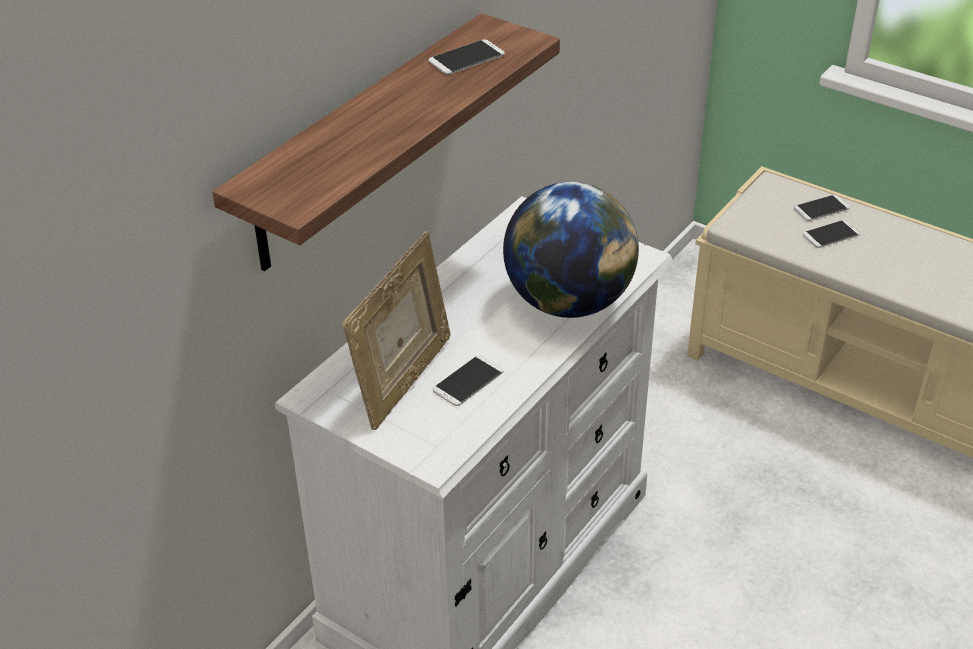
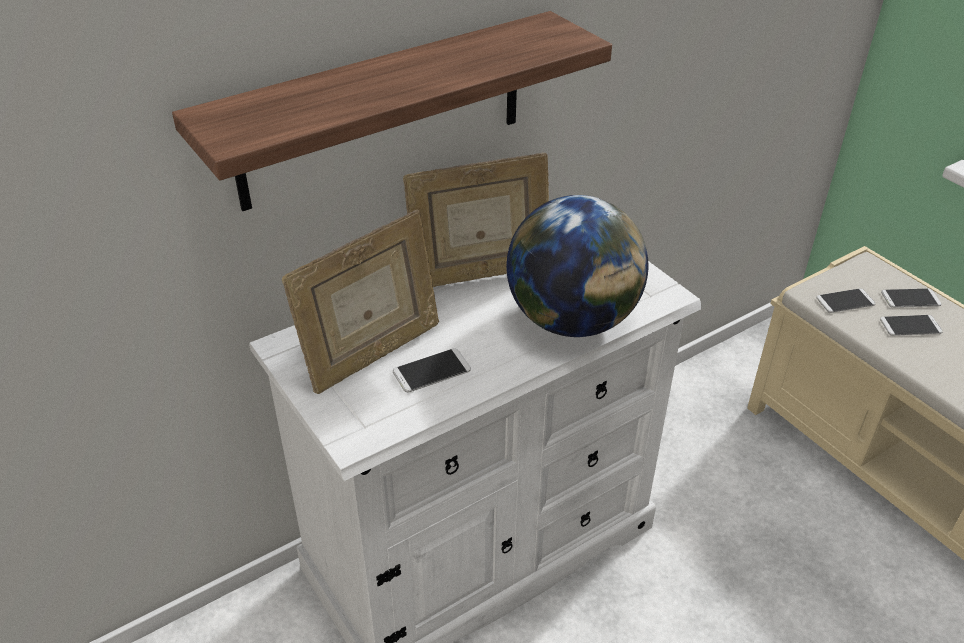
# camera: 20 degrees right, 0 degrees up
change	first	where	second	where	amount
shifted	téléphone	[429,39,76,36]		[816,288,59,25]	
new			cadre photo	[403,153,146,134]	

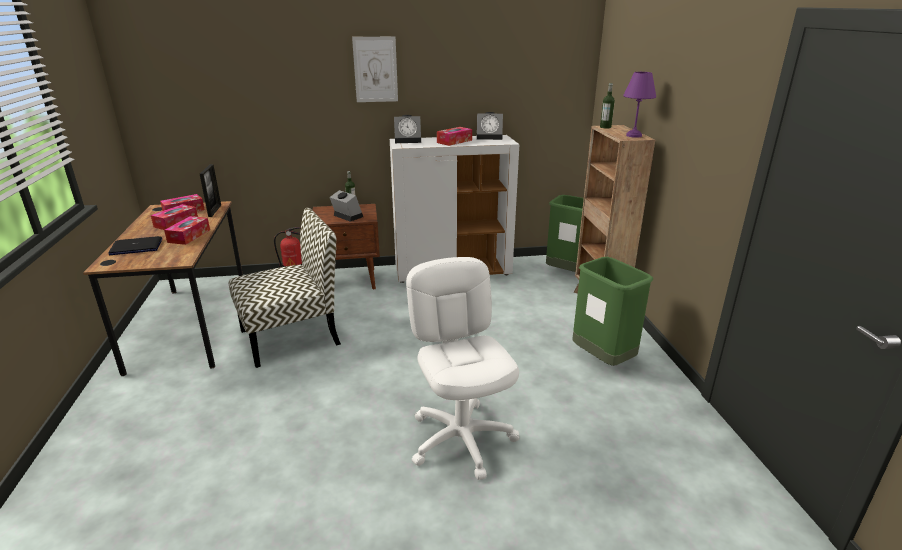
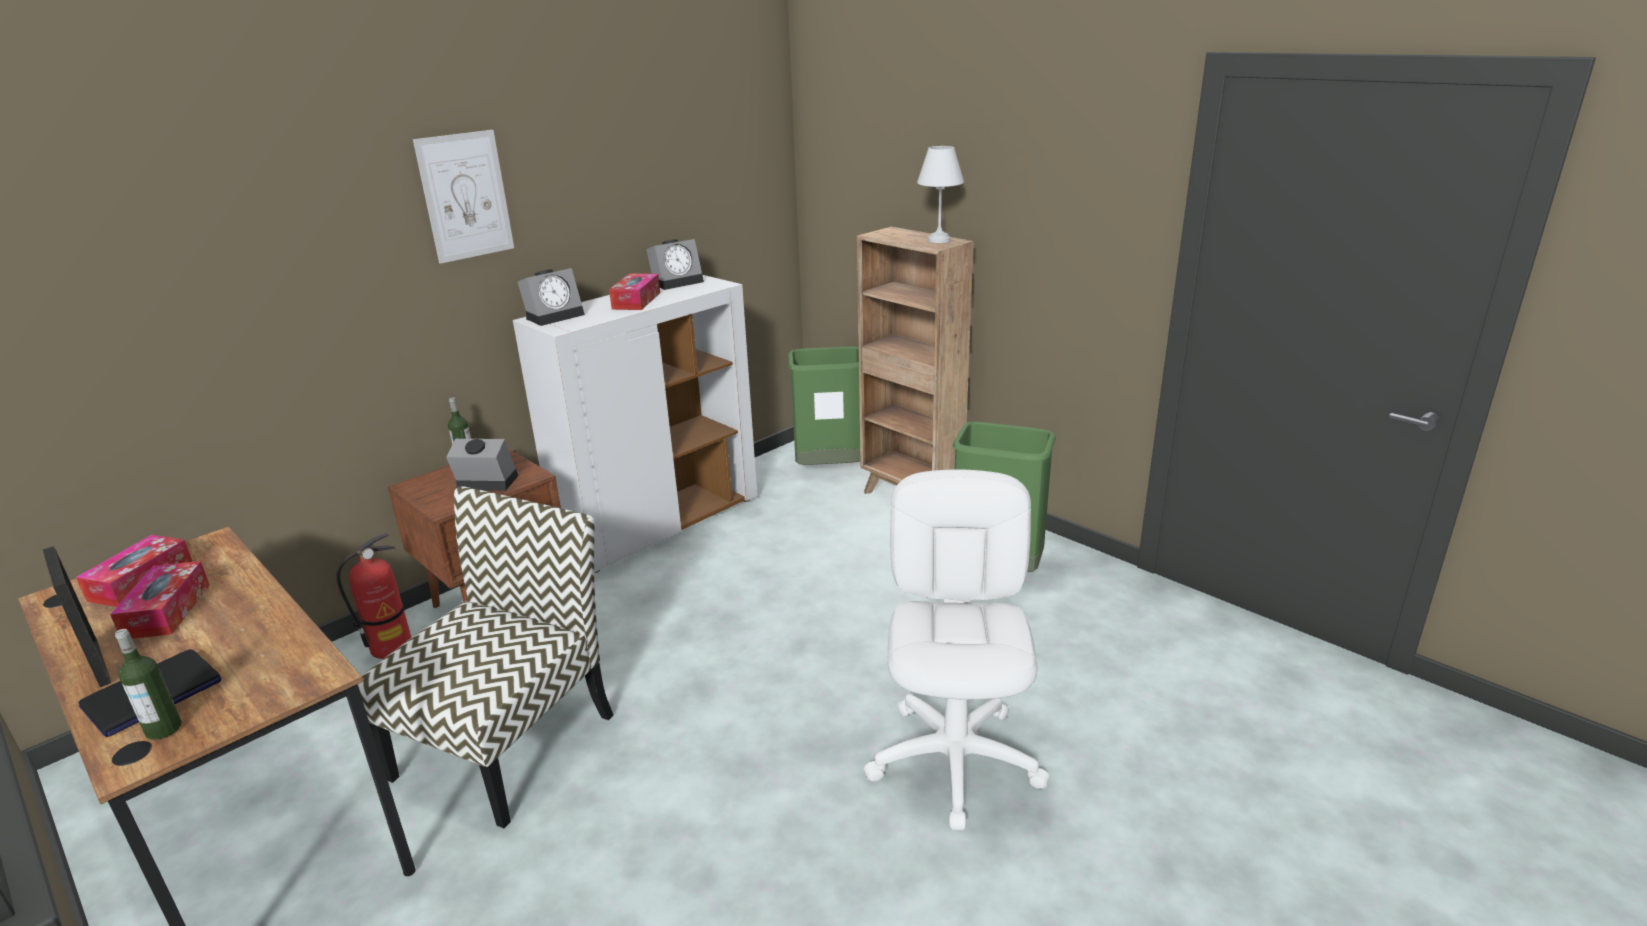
# camera: 35 degrees left, 0 degrees up
change	first	where	second	where	amount
gone	boîte à mouchoirs	[164,216,46,29]			
shifted	cadre photo	[200,164,21,53]		[43,546,68,141]	
rotated	chaise de bureau/blanc	[406,257,114,223]		[864,469,186,361]	60 degrees clockwise
shifted	bouteille	[600,83,15,46]		[115,629,67,111]	
repainted	lampe de table/violet	[623,72,33,66]	lampe de table/blanc	[917,146,47,97]	

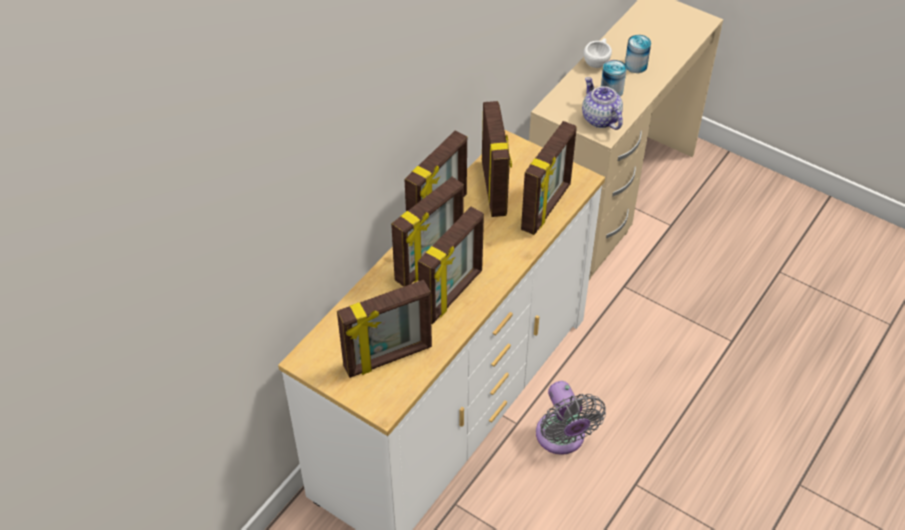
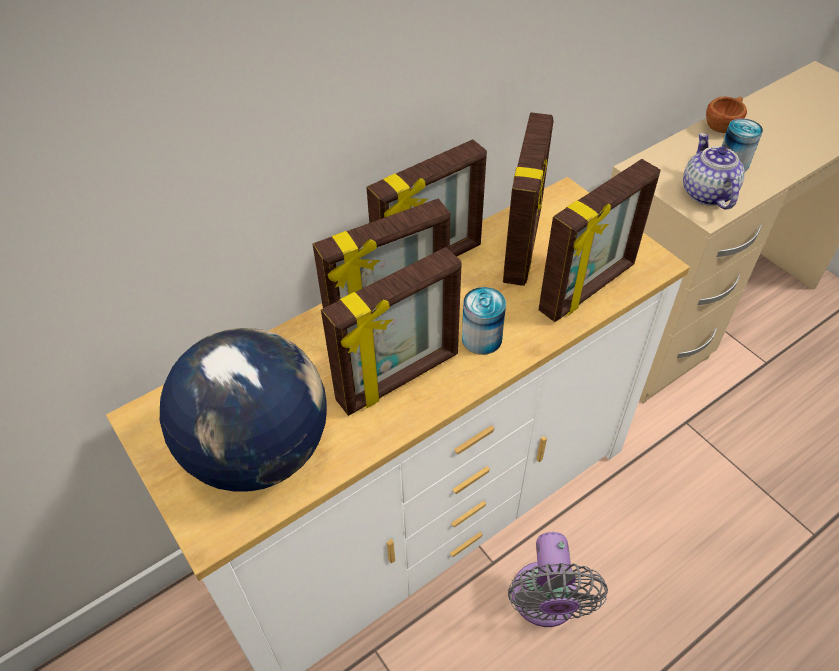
# camera: 20 degrees right, 0 degrees up
change	first	where	second	where	amount
swapped	cadre photo	[337,280,95,98]	globe	[160,328,167,164]	
repainted	tasse/blanc	[584,38,28,30]	tasse/marron	[706,97,41,36]	
shifted	boîte métallique	[625,35,26,38]		[462,287,44,68]	

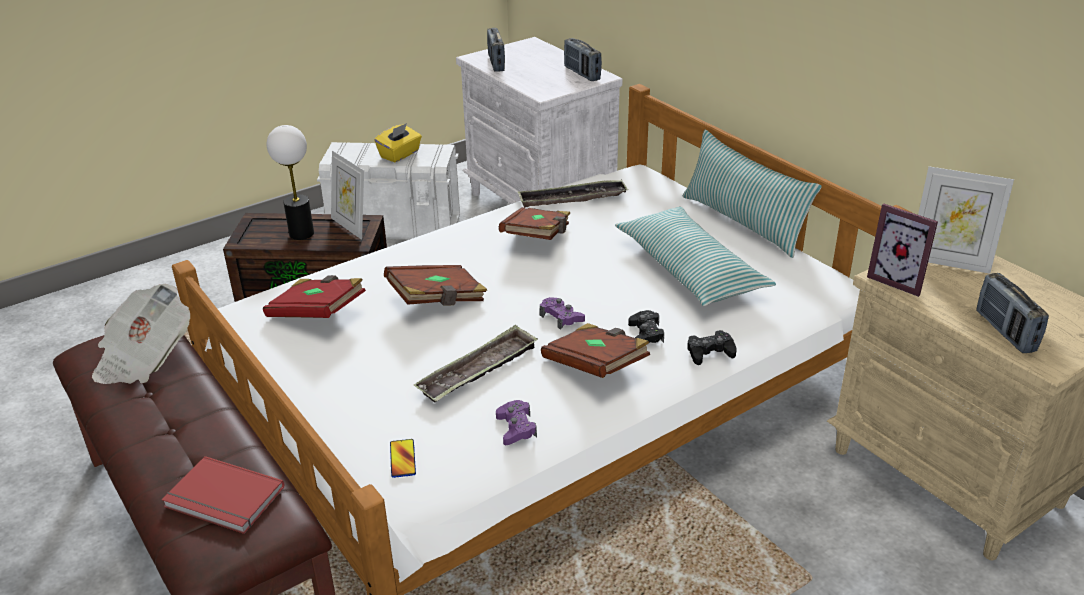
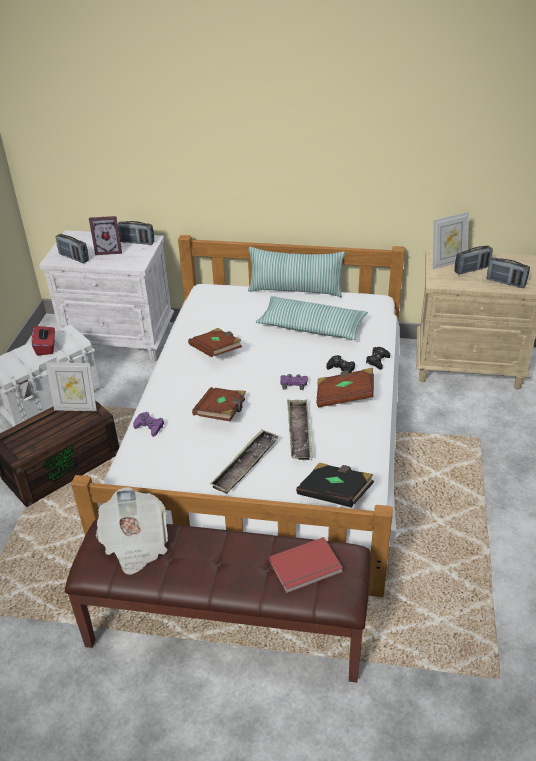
# camera: 45 degrees left, 5 degrees up
change	first	where	second	where	amount
gone	livre/rouge	[263,275,103,43]			
gone	lampe de table	[267,125,47,115]			
repainted	boîte à mouchoirs/jaune	[374,123,48,39]	boîte à mouchoirs/rouge	[32,326,23,30]	
swapped	téléphone	[390,439,26,39]	livre/noir	[296,463,78,45]	
shifted	manette/violet	[496,400,41,45]		[133,412,31,25]	
shifted	plateau	[517,179,111,29]		[210,429,69,65]	
shifted	cadre photo	[867,204,71,93]		[89,216,33,39]	
new			radio	[454,245,39,29]	

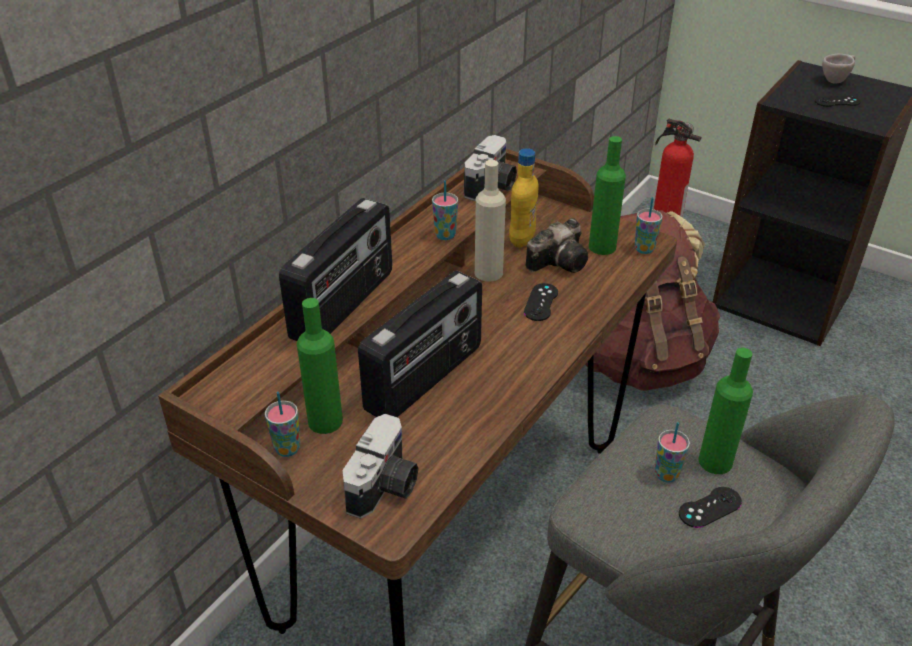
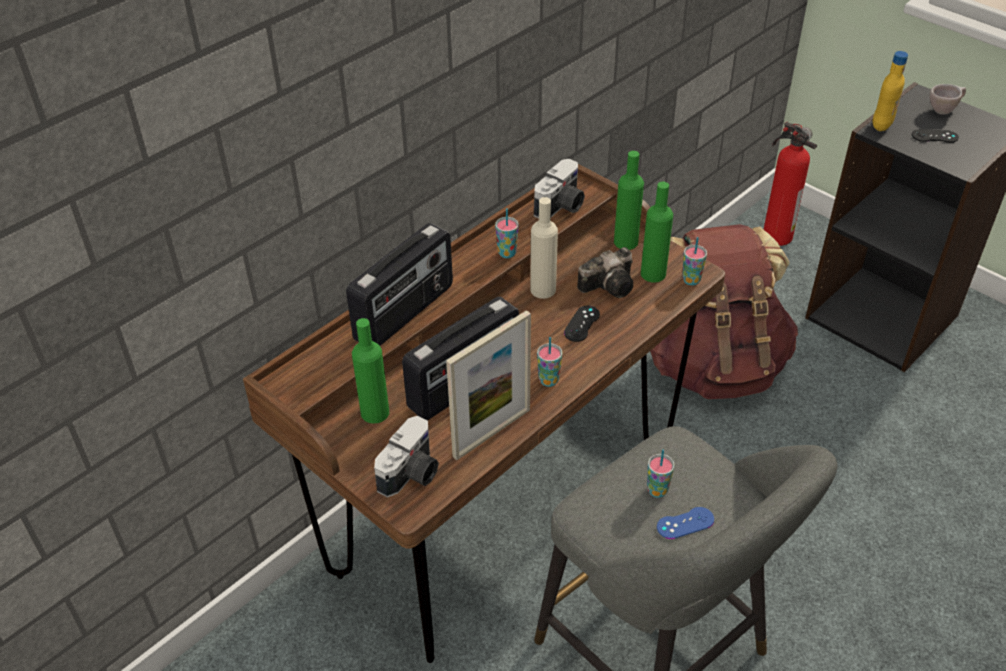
# camera: 10 degrees right, 5 degrees up
change	first	where	second	where	amount
shifted	tasse	[265,392,35,65]		[537,337,25,50]	
shifted	bouteille/jaune	[509,148,29,99]		[873,51,35,80]	
repainted	manette/noir	[679,487,63,41]	manette/bleu	[657,507,57,32]	
shifted	bouteille/vert	[698,348,55,126]		[614,151,30,99]	
new			cadre photo	[446,310,85,150]	

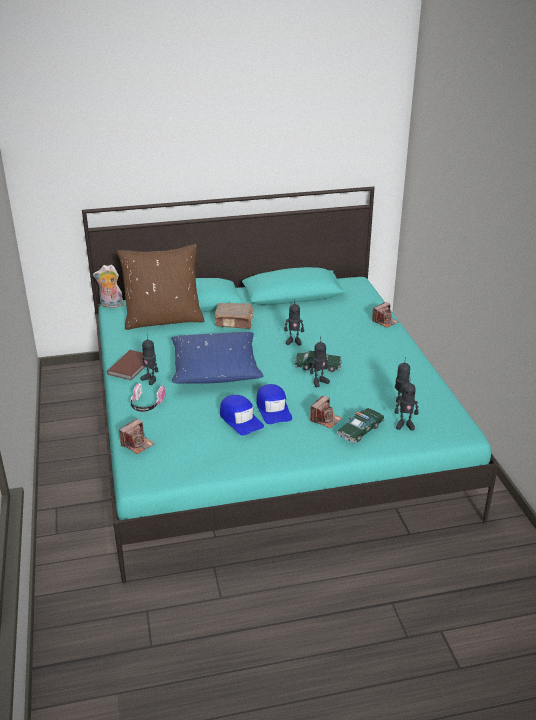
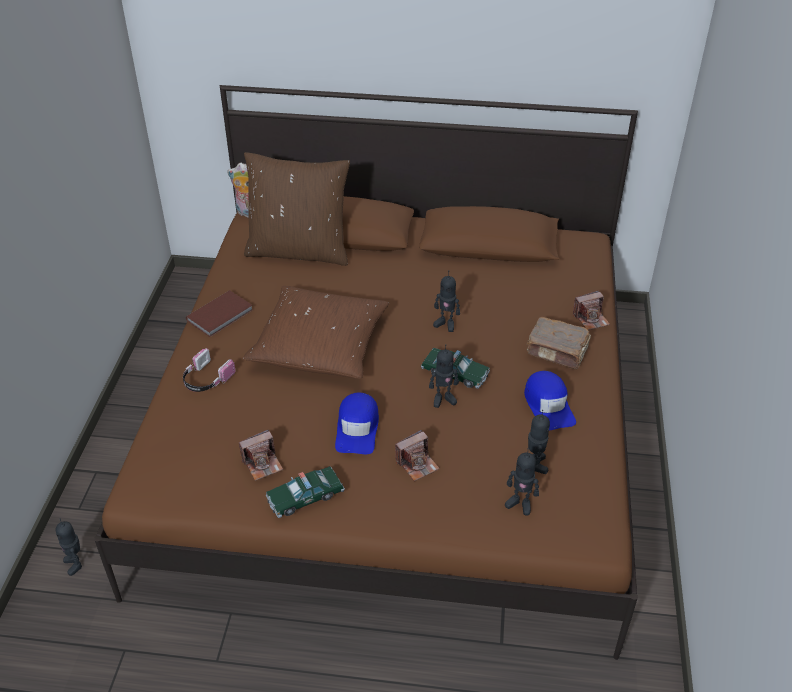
# camera: 20 degrees right, 10 degrees up
change	first	where	second	where	amount
repainted	lit/turquoise	[82,187,416,396]	lit/marron	[94,85,544,575]	
shifted	appareil photo	[119,418,36,36]		[239,430,44,51]	
shifted	robot jouet	[140,338,18,47]		[56,519,26,57]	
repainted	coussin/bleu	[171,332,92,52]	coussin/marron	[243,286,146,93]	
shifted	livre/marron	[214,303,39,26]		[527,317,64,53]	
shifted	casquette/bleu	[220,395,44,41]		[524,371,52,60]	
shifted	petite voiture	[337,408,48,35]		[266,466,79,52]	

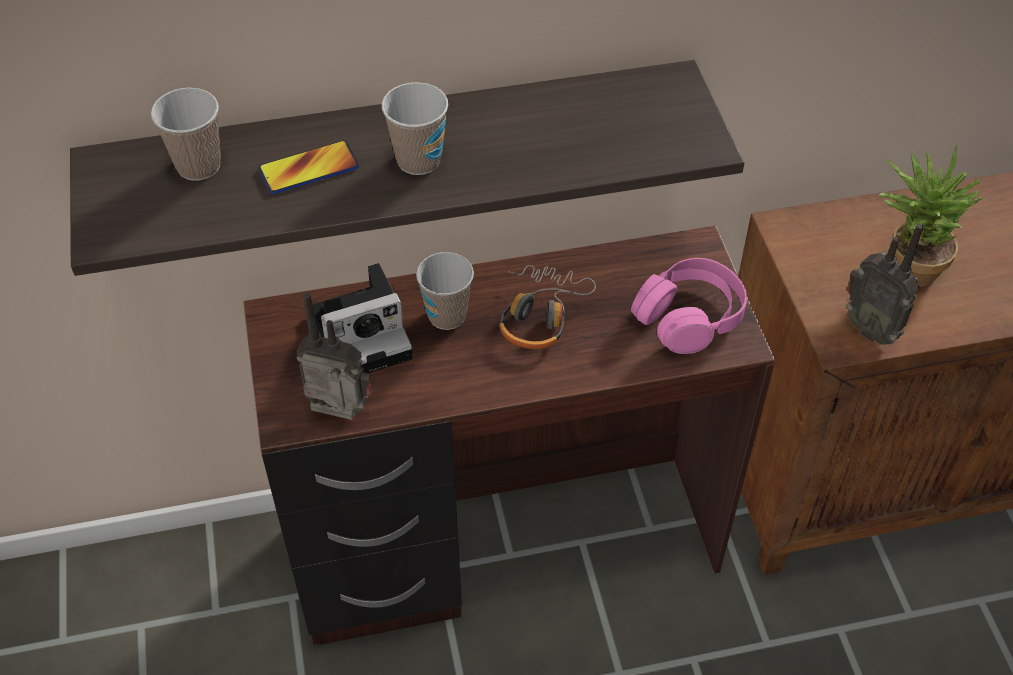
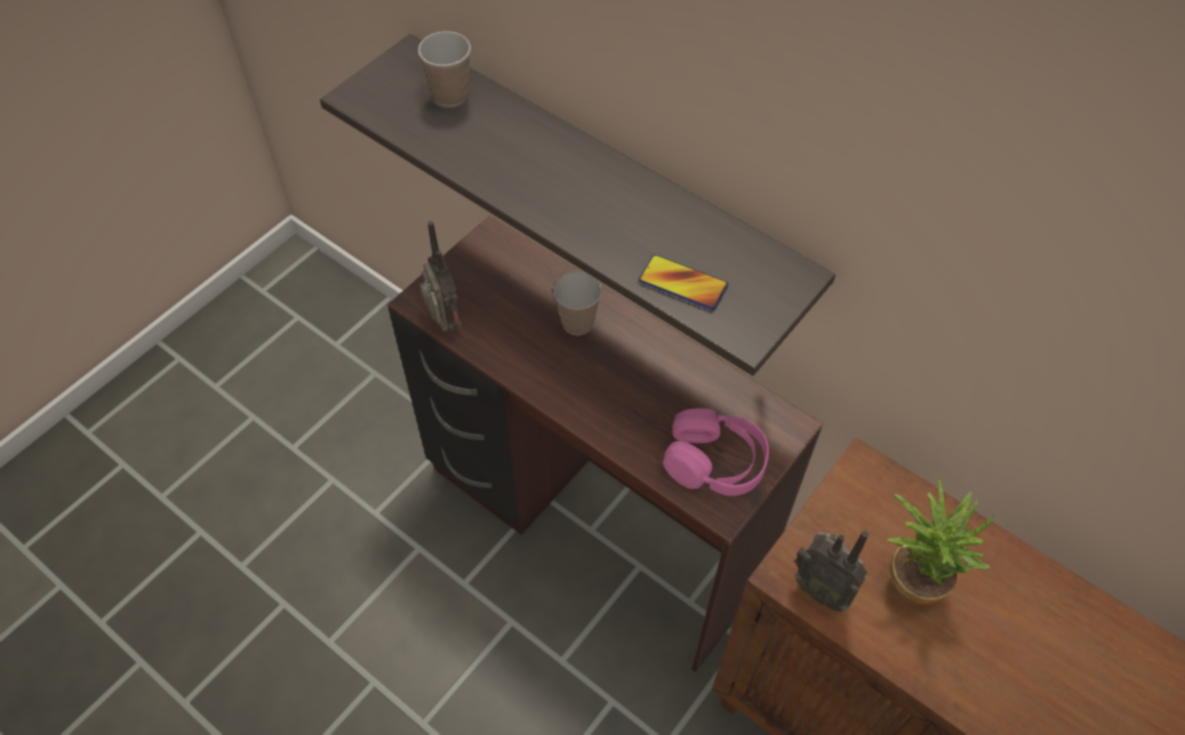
# camera: 50 degrees right, 5 degrees up
change	first	where	second	where	amount
shifted	téléphone	[259,140,100,54]		[639,255,89,55]	
gone	appareil photo	[313,263,100,110]			
gone	tasse	[382,82,66,93]			
gone	casque audio	[499,265,97,84]			
rotated	radio	[846,224,78,121]		[794,531,75,81]	60 degrees counterclockwise

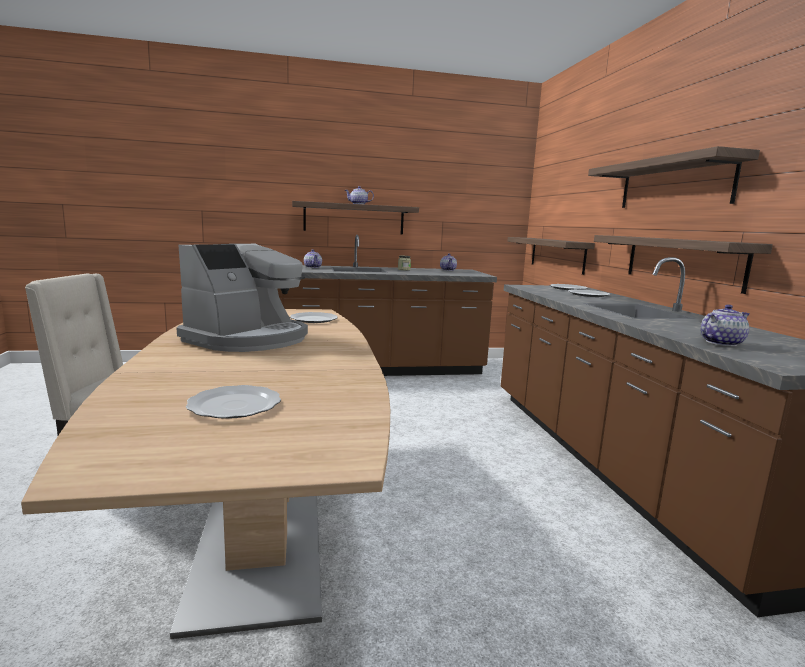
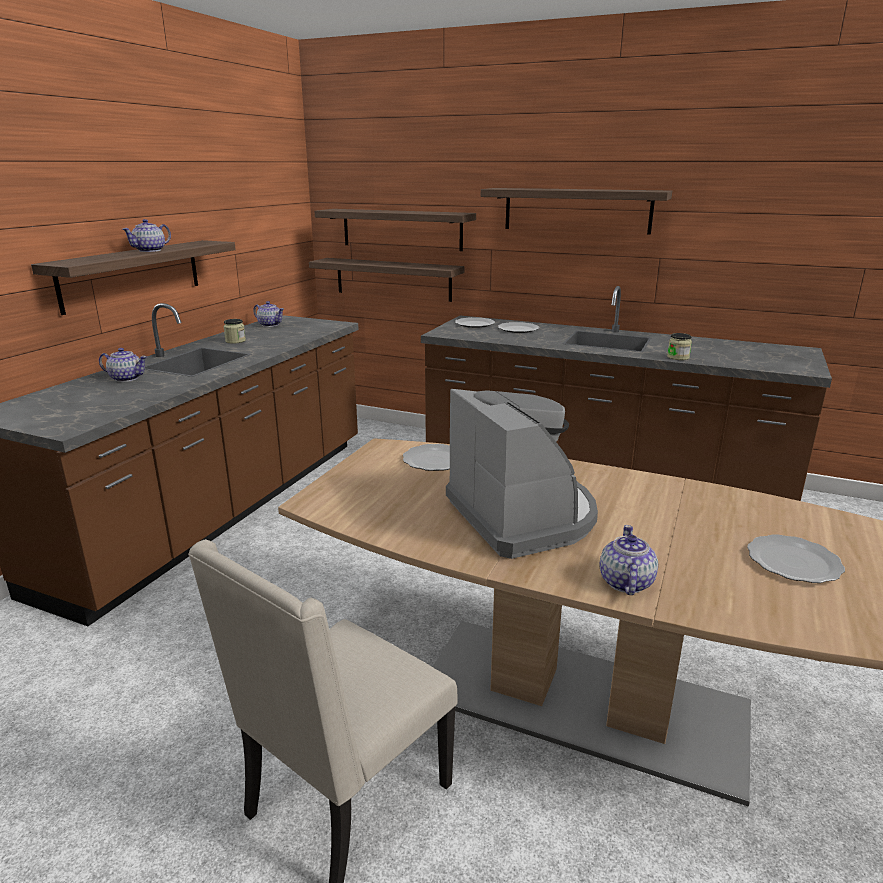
# camera: 55 degrees left, 10 degrees up
change	first	where	second	where	amount
shifted	étagère	[594,235,179,59]		[314,209,162,42]	
shifted	théière	[701,304,49,42]		[600,525,58,70]	
new			bocal	[667,333,25,27]	

